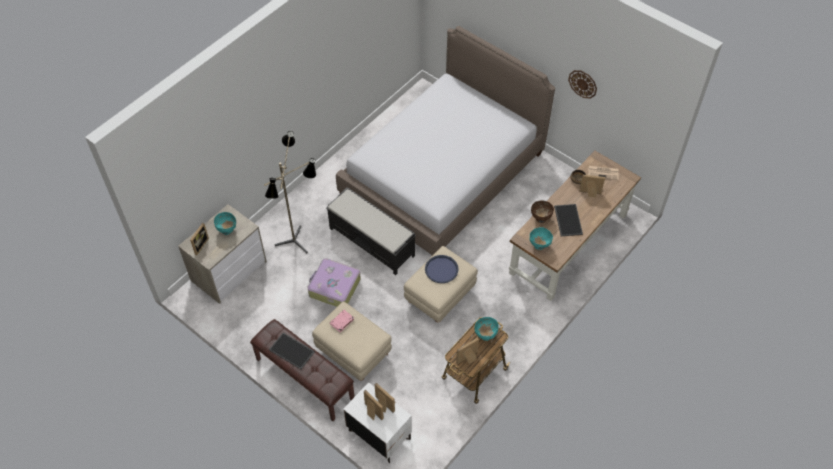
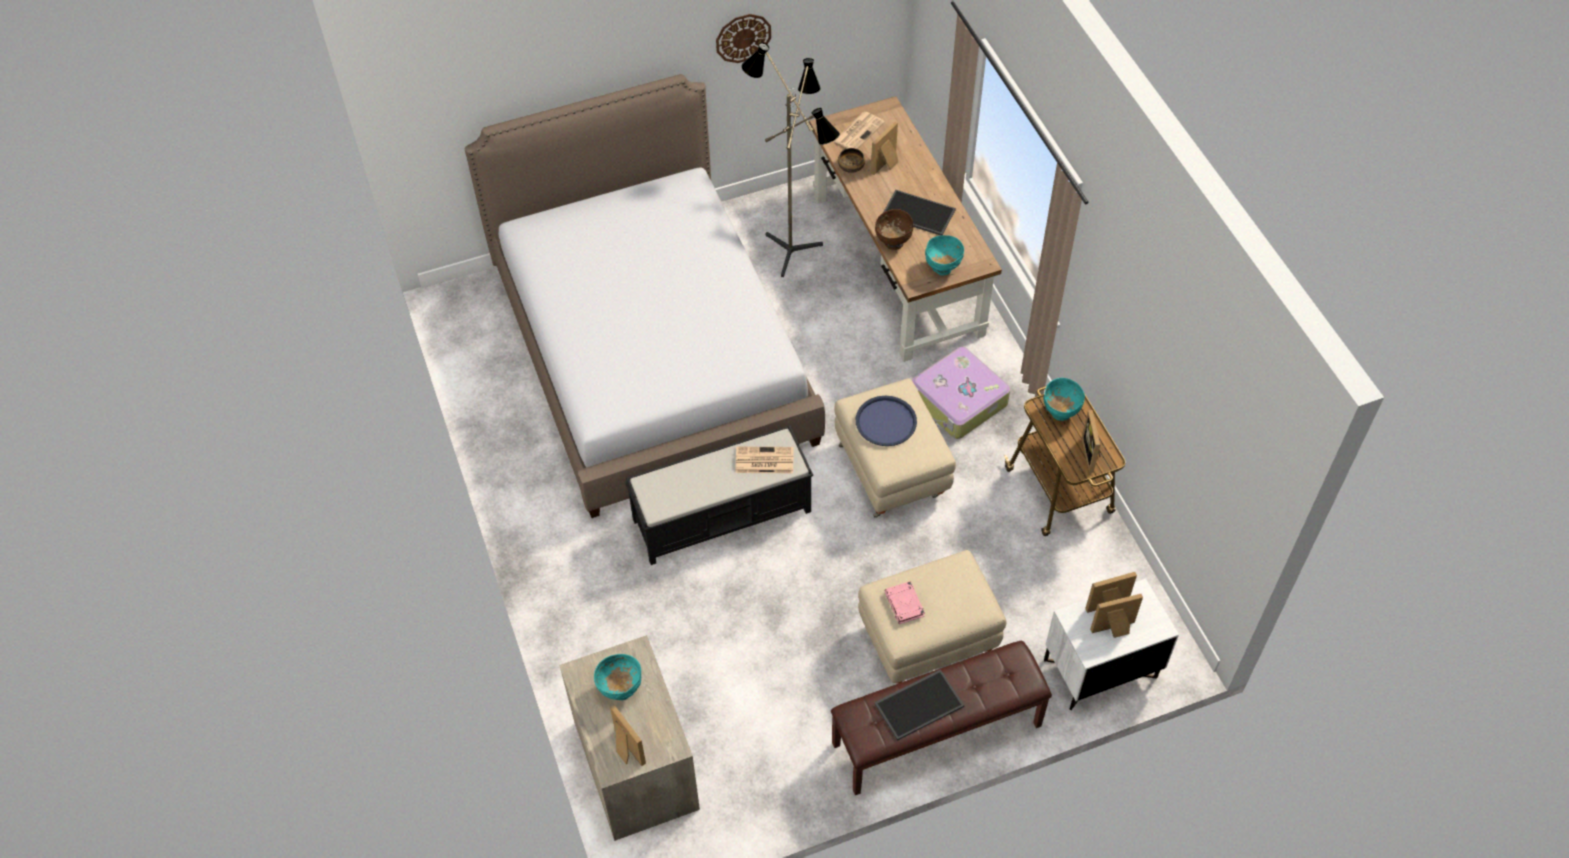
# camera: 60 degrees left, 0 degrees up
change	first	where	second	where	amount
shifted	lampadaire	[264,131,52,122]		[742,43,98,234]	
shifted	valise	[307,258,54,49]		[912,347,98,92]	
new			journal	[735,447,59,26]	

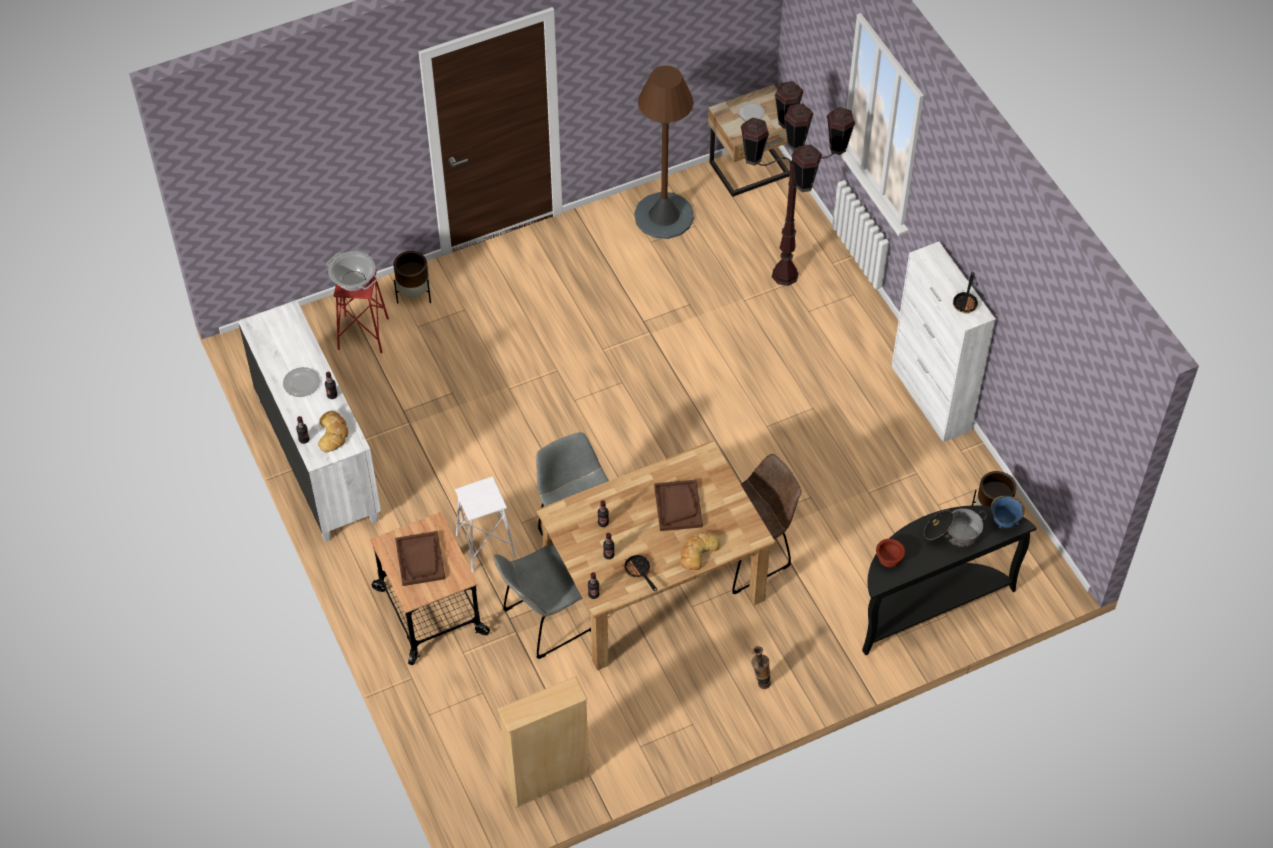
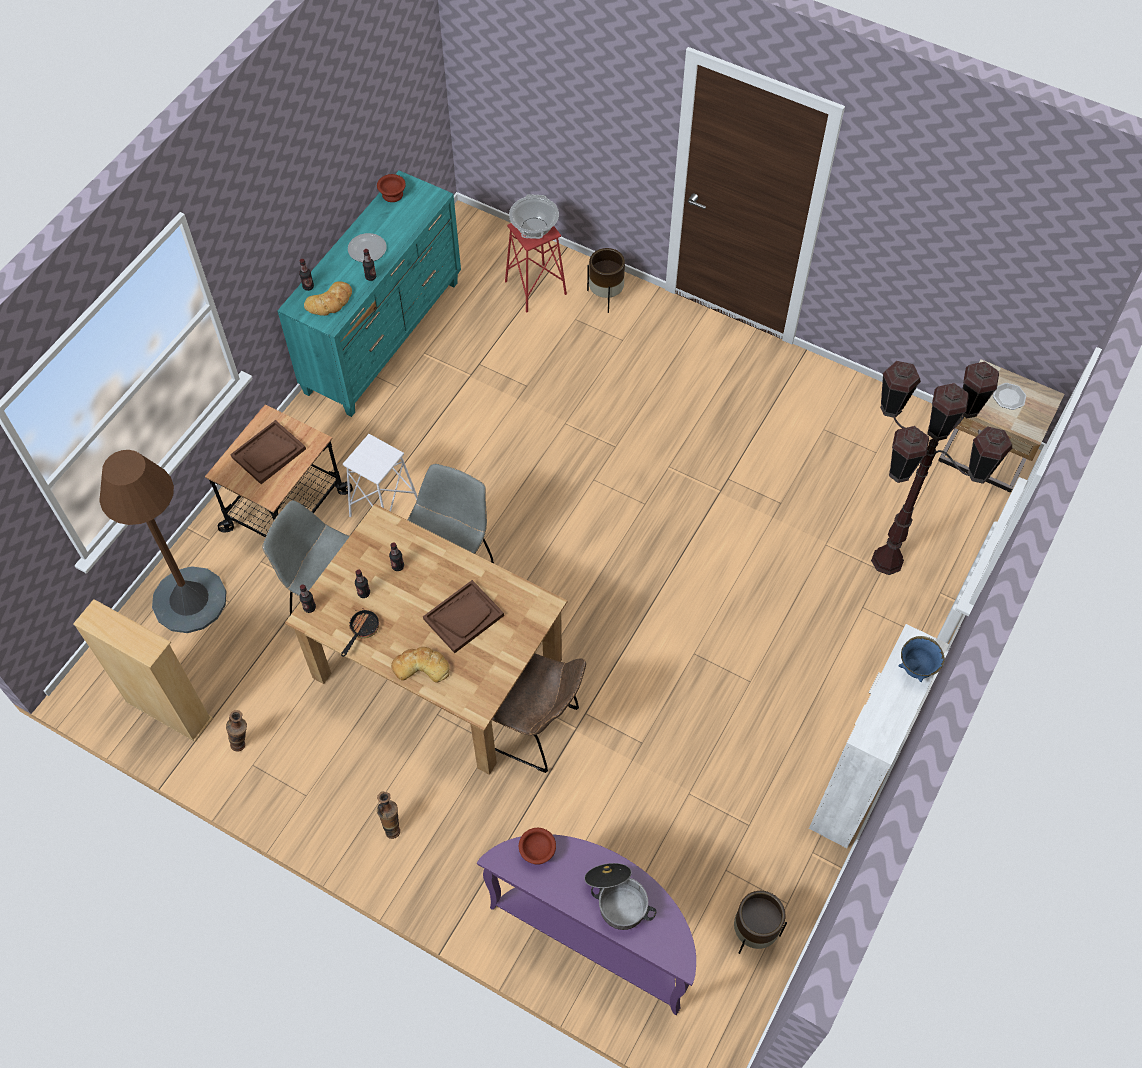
# camera: 55 degrees right, 5 degrees up
change	first	where	second	where	amount
repainted	commode/blanc	[238,301,143,241]	commode/turquoise	[277,171,184,246]	
shifted	lampadaire/marron	[634,66,60,173]		[99,450,127,183]	
repainted	table console/noir	[862,505,175,150]	table console/violet	[477,834,219,181]	
gone	poêle	[953,272,25,41]			
shifted	bol/bleu	[991,495,34,34]		[898,636,47,46]	
new			vase	[226,710,21,42]	
new			bol/marron	[377,174,29,28]	

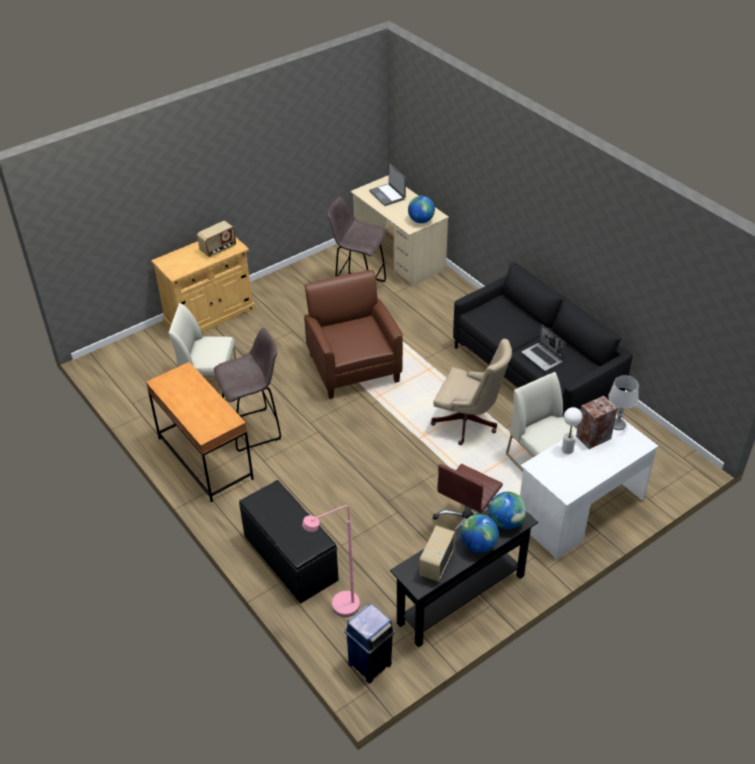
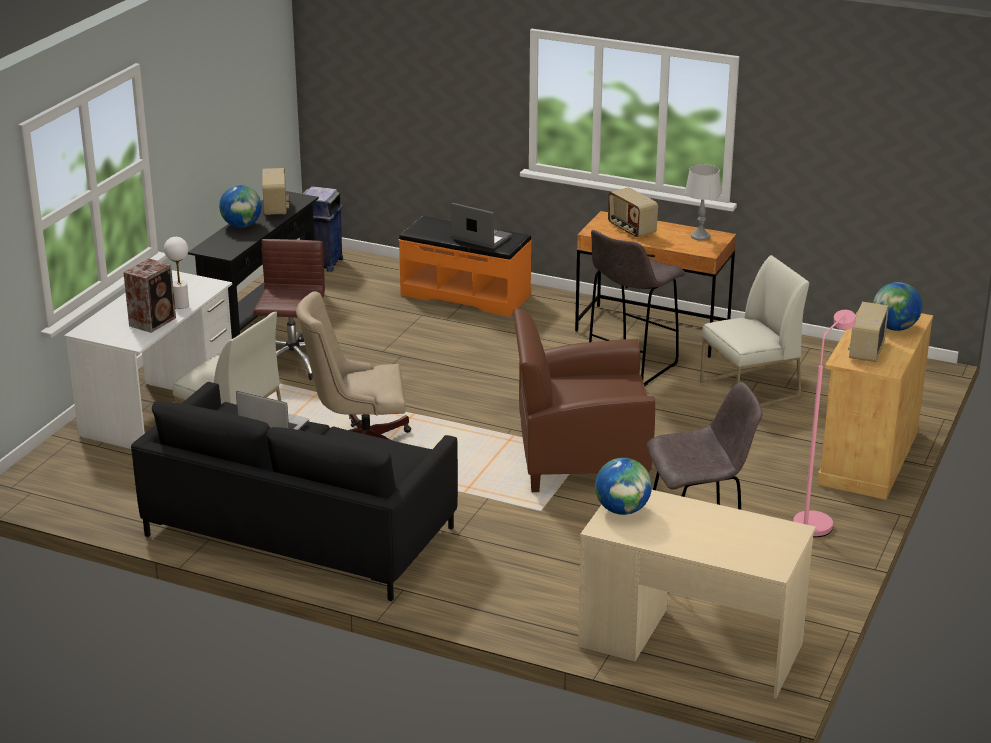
# camera: 150 degrees right, 15 degrees down
change	first	where	second	where	amount
repainted	banc/noir	[239,480,100,124]	banc/orange	[399,216,133,101]	
shifted	lampadaire/rose	[302,505,58,112]		[793,310,63,227]	
rotated	fauteuil/marron	[304,270,99,129]		[513,308,142,184]	135 degrees clockwise
shifted	ordinateur portable	[369,163,37,43]		[451,203,61,46]	
shifted	globe	[489,492,38,37]		[873,282,49,49]	
shifted	lampe de table/gris	[608,375,31,55]		[685,164,37,77]	
new			radio	[608,187,50,51]	

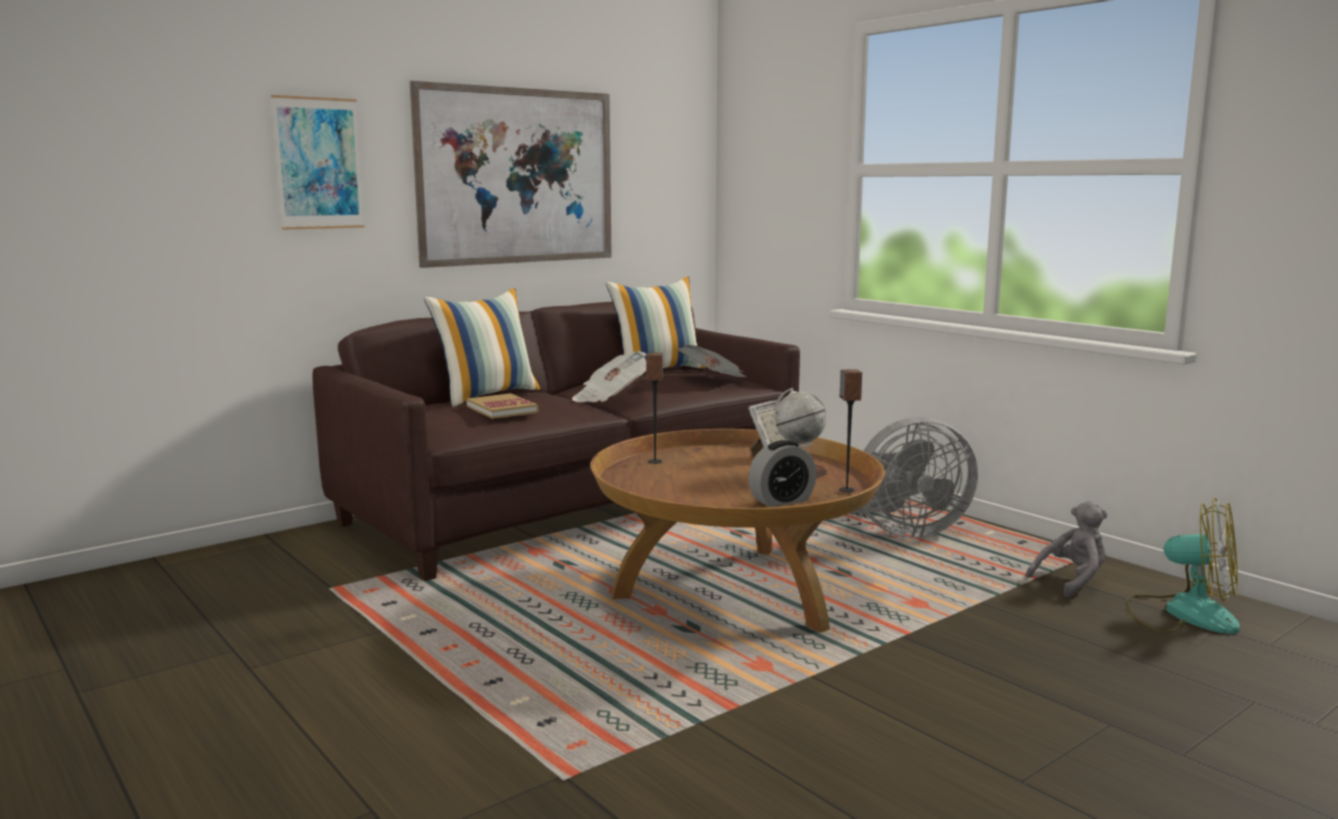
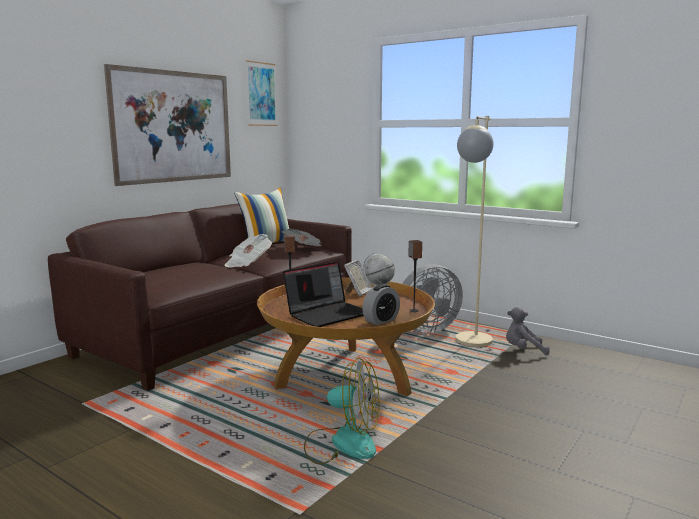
# camera: 15 degrees left, 0 degrees up
change	first	where	second	where	amount
shifted	tableau	[271,95,94,135]		[246,60,31,66]	
gone	coussin	[424,288,117,119]			
gone	livre	[467,393,72,26]			
rotated	peluche/gris	[1026,501,81,97]		[506,307,44,48]	135 degrees counterclockwise
shifted	ventilateur	[1126,497,114,137]		[304,358,75,106]	
new			ordinateur portable	[283,262,81,65]	
new			lampadaire/beige	[456,116,38,231]	

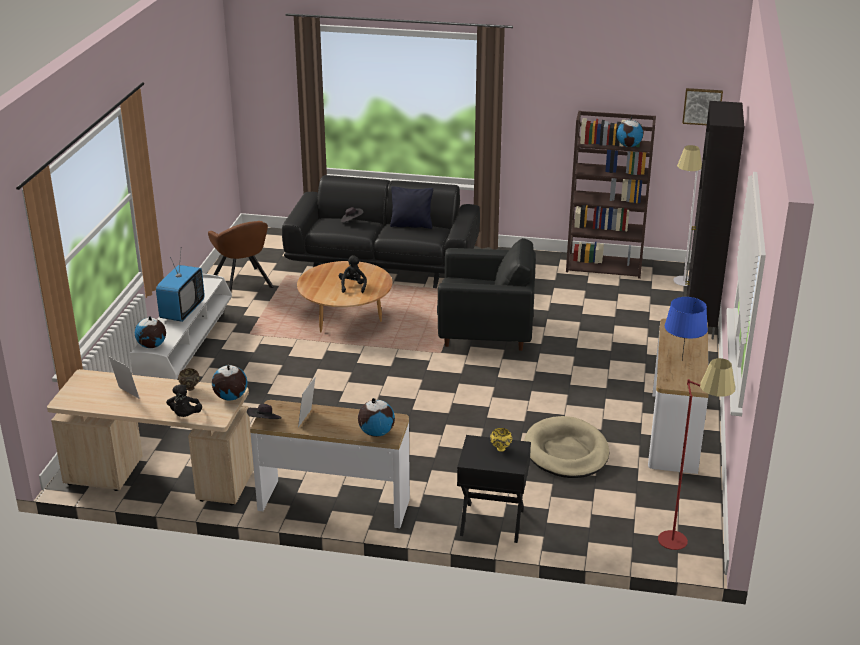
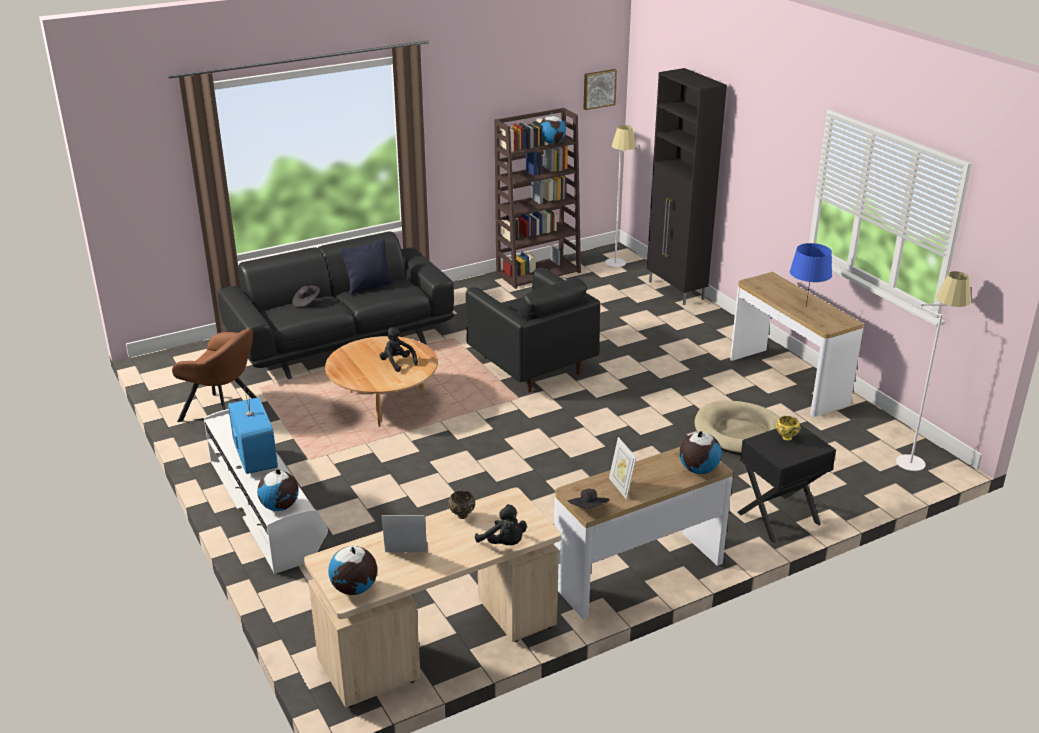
# camera: 40 degrees left, 0 degrees up
change	first	where	second	where	amount
shifted	globe	[212,365,35,35]		[328,546,49,49]	
rotated	fauteuil/noir	[437,238,99,113]		[466,268,134,124]	90 degrees clockwise
repainted	lampadaire/rouge	[658,358,77,192]	lampadaire/blanc	[896,271,75,200]	

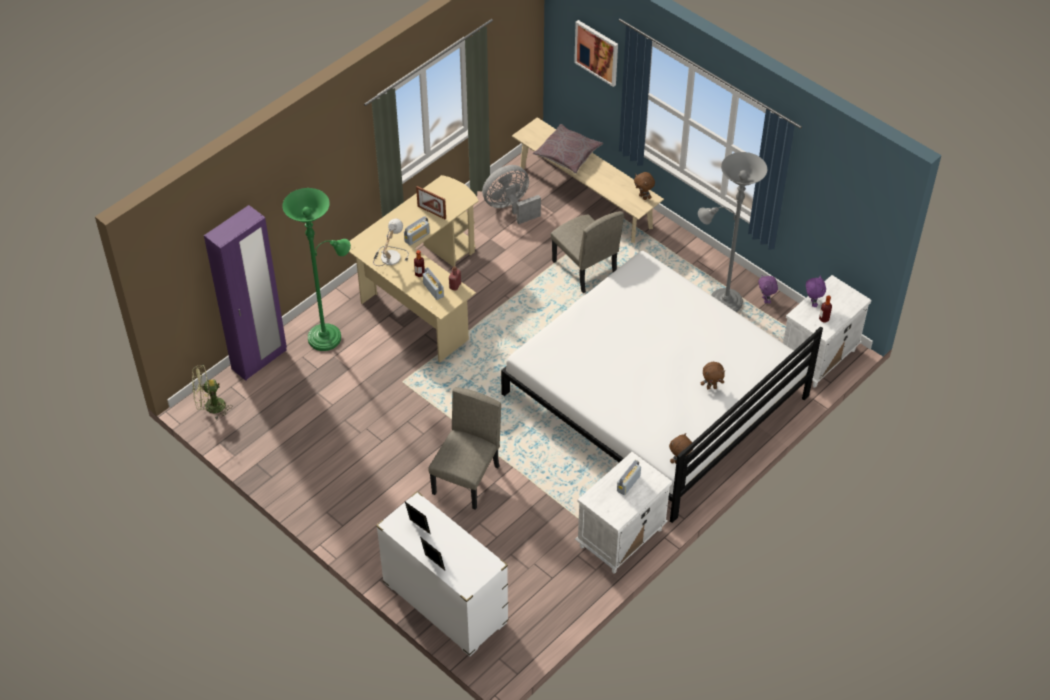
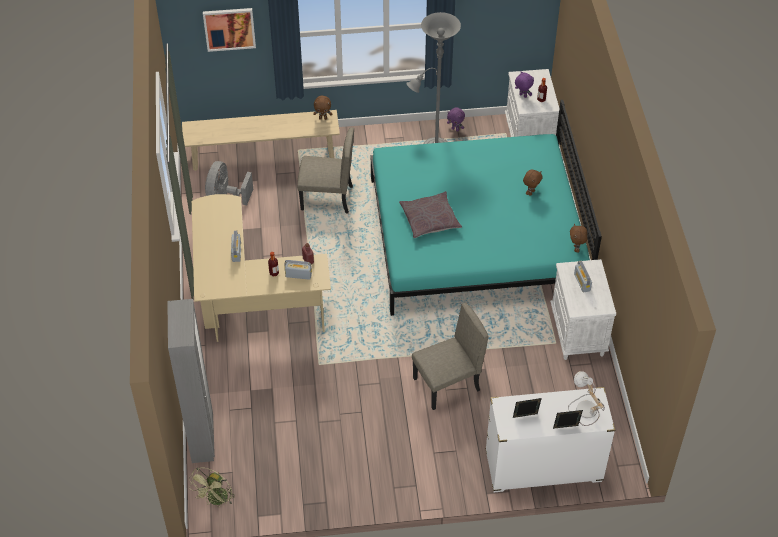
# camera: 50 degrees left, 0 degrees up
change	first	where	second	where	amount
repainted	armoire/violet	[204,205,83,176]	armoire/gris	[167,299,48,164]	
gone	lampadaire/vert	[282,188,69,163]			
shifted	lampe de table	[373,219,36,47]		[568,371,37,55]	
gone	cadre photo	[416,186,30,34]			
rotated	chaise/beige	[428,387,73,123]		[412,303,76,107]	90 degrees clockwise
repainted	lit/blanc	[501,251,322,272]	lit/turquoise	[371,100,231,216]	
shifted	coussin/gris	[533,124,70,50]		[399,191,63,47]	

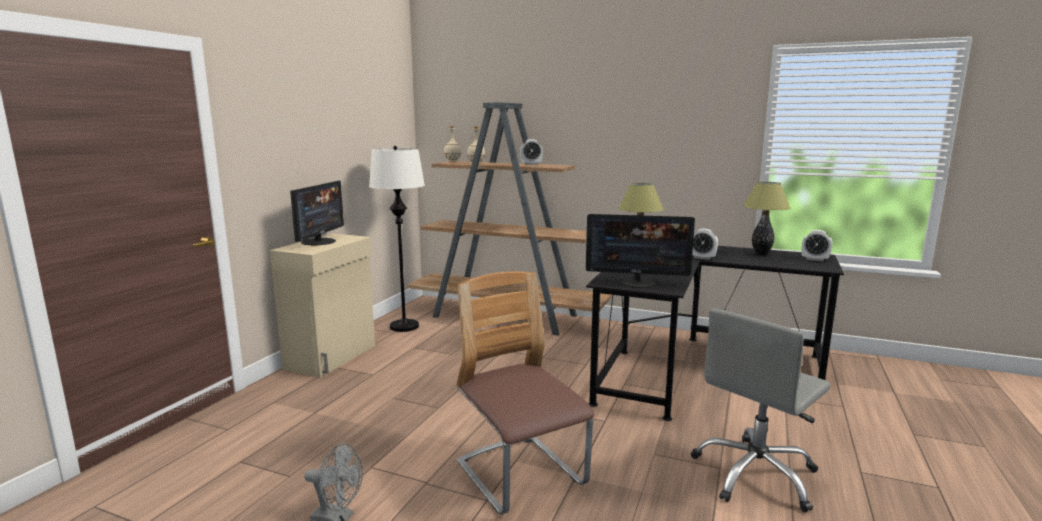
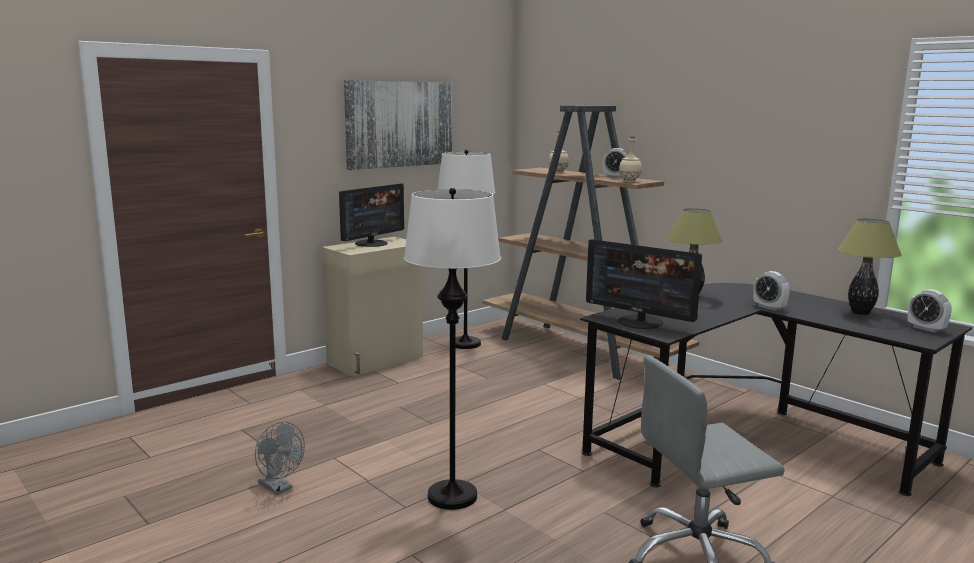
# camera: 25 degrees right, 0 degrees up
change	first	where	second	where	amount
shifted	bouteille/beige	[444,126,17,36]		[619,136,23,46]	
swapped	chaise	[456,272,138,243]	lampadaire/blanc	[404,188,97,322]	
new			tableau	[344,80,108,90]	

